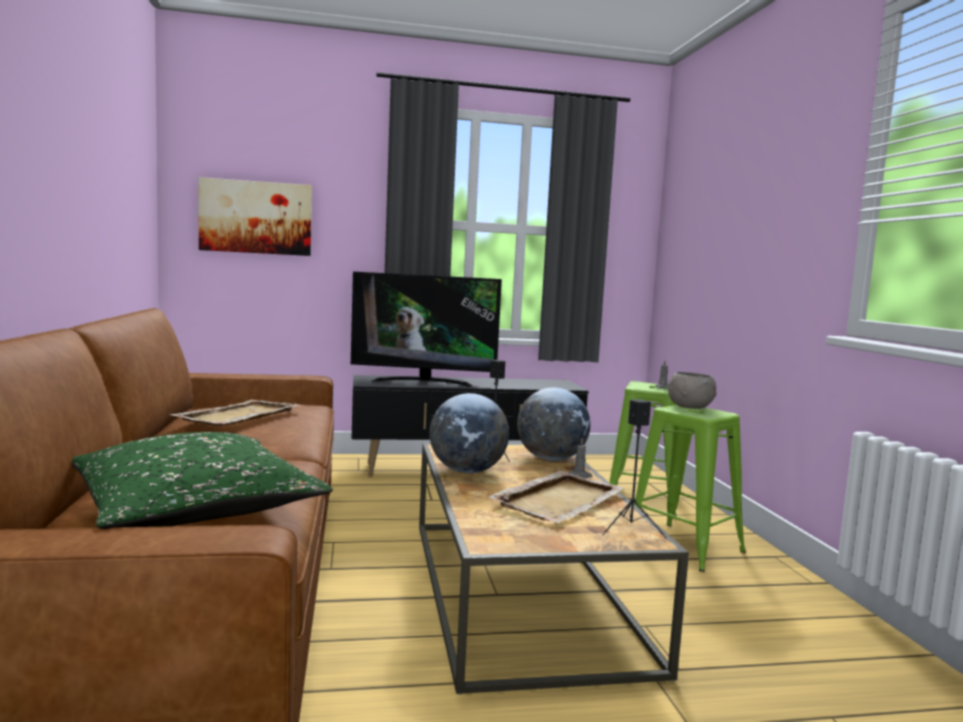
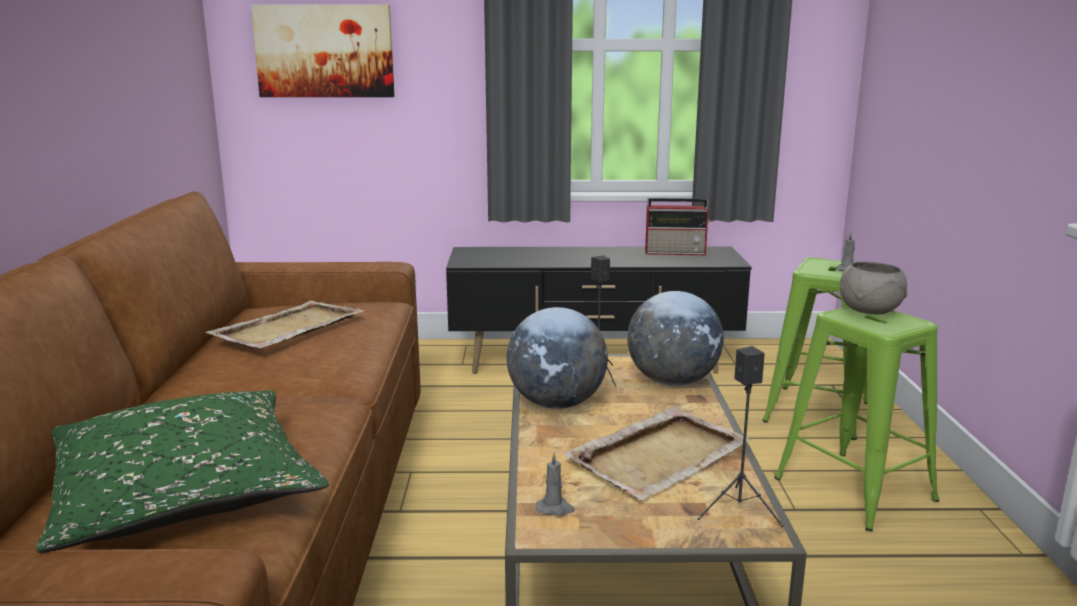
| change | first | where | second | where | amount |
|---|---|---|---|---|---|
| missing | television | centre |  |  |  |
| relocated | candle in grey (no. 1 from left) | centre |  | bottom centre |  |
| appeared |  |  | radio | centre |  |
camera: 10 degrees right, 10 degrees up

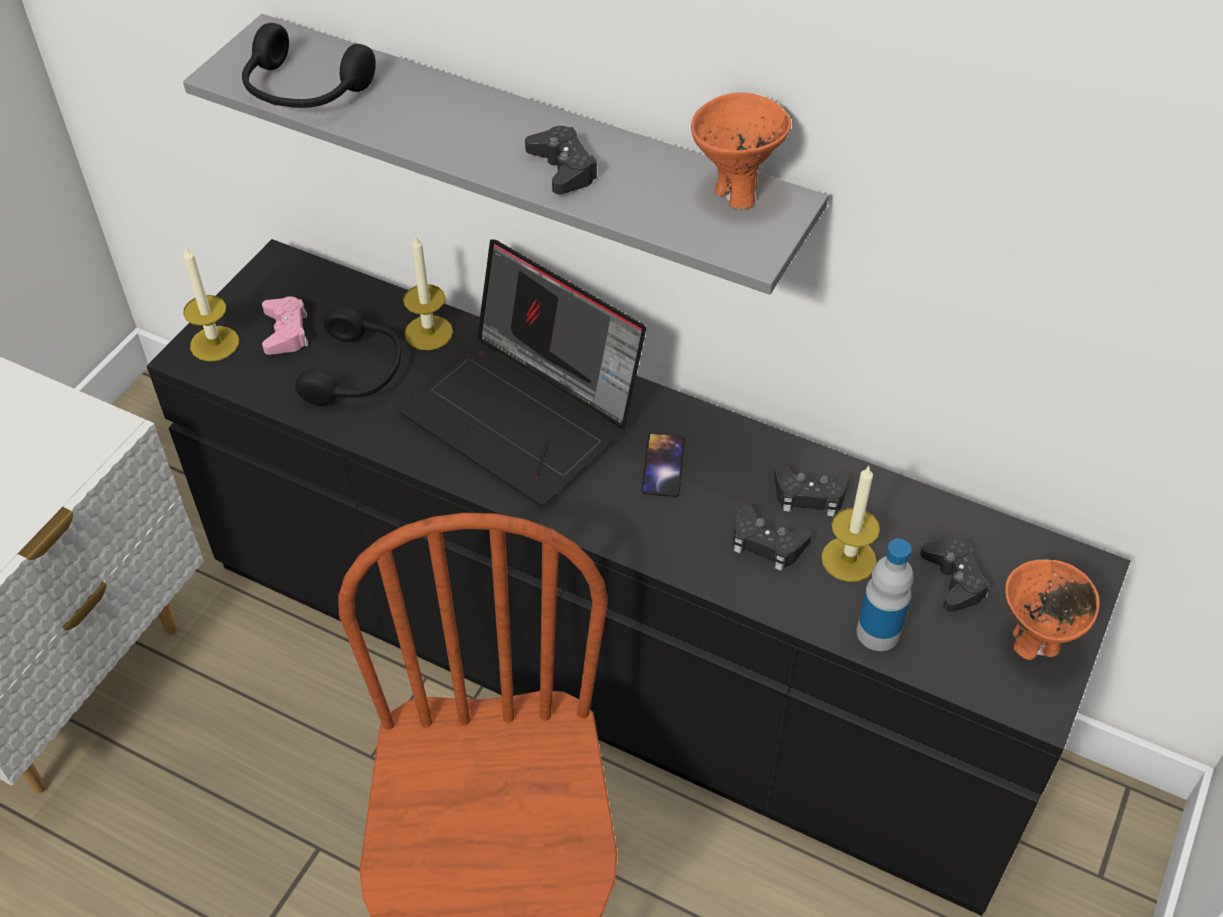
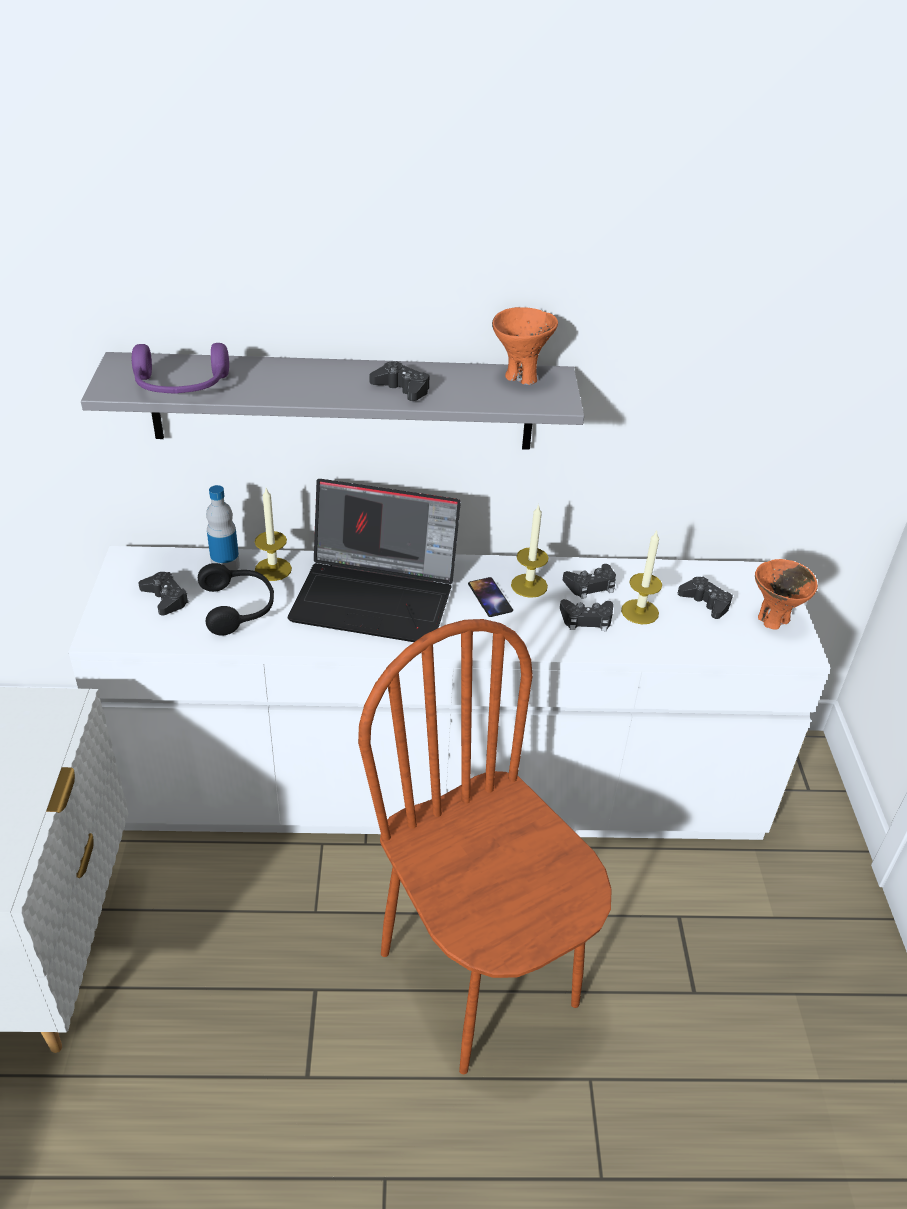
| change | first | where | second | where | amount |
|---|---|---|---|---|---|
| colour | dresser in black | centre | dresser in white | centre |  |
| relocated | candle (no. 1 from left in the first image) | top left | candle (no. 2 from left) | centre |  |
| colour | headphones in black (no. 1 from left) | top left | headphones in purple | top left |  |
| colour | game controller in pink | middle left | game controller in black (no. 1 from left) | middle left |  |
| relocated | bottle | middle right |  | middle left |  |
camera: 30 degrees left, 10 degrees down

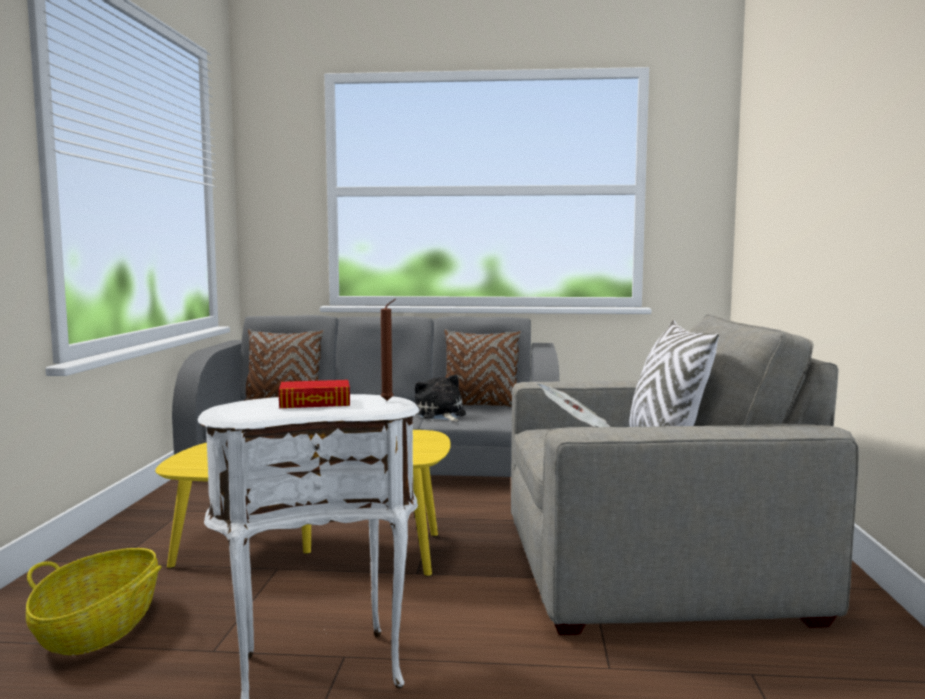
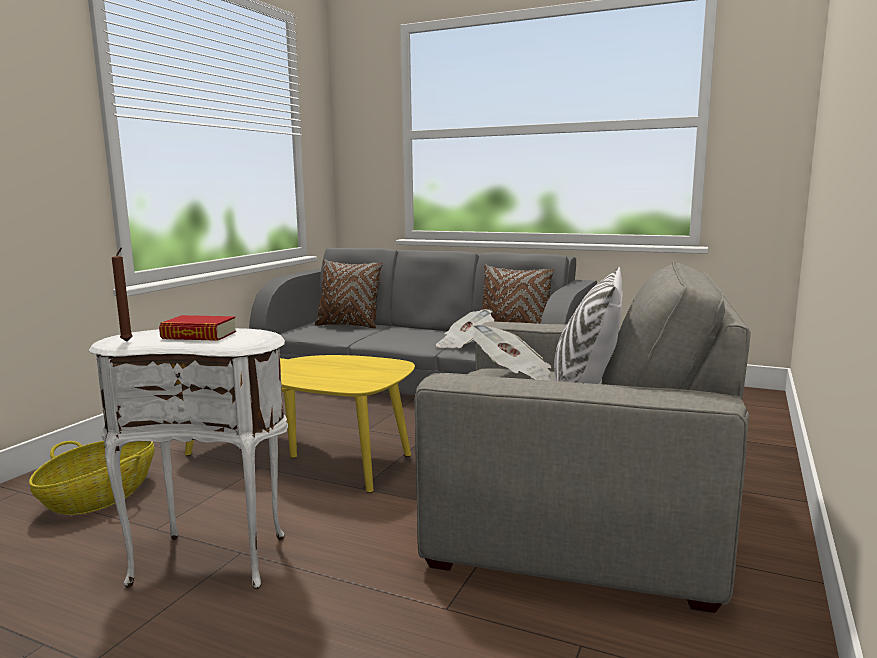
| change | first | where | second | where | amount |
|---|---|---|---|---|---|
| relocated | candle in brown | centre |  | middle left |  |
| exchanged | plush toy | centre | newspaper (no. 1 from left) | centre |  |
camera: 20 degrees right, 5 degrees up

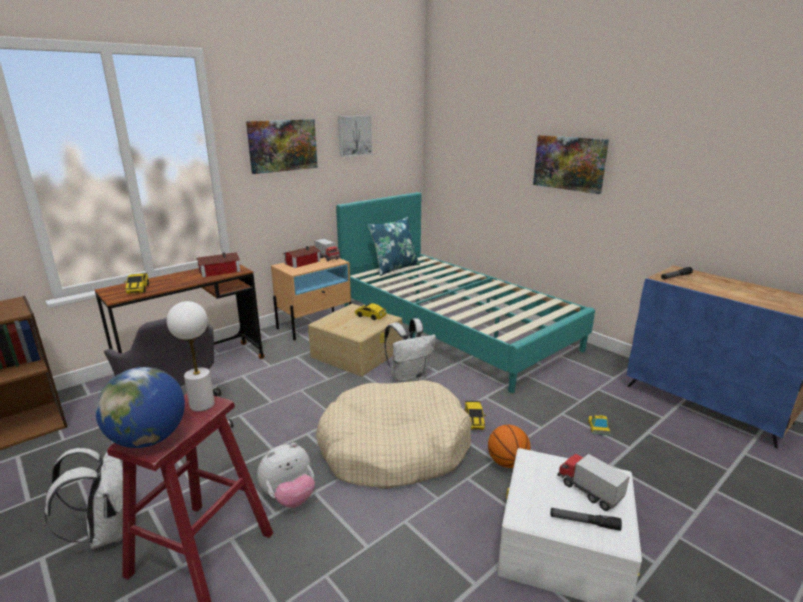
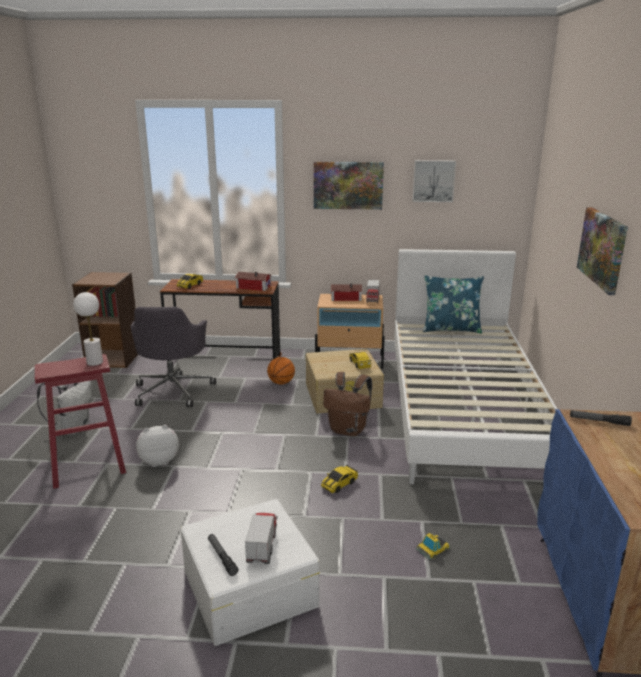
| change | first | where | second | where | amount |
|---|---|---|---|---|---|
| missing | globe | bottom left |  |  |  |
| spun | plush toy | bottom centre |  | middle left | 150 degrees clockwise |
| missing | dog bed in beige | bottom centre |  |  |  |
| colour | bed in turquoise | centre | bed in white | middle right |  |
| colour | backpack in white (no. 2 from left) | centre | backpack in brown | centre |  |
| relocated | basketball | bottom centre |  | centre |  |
camera: 45 degrees right, 0 degrees up

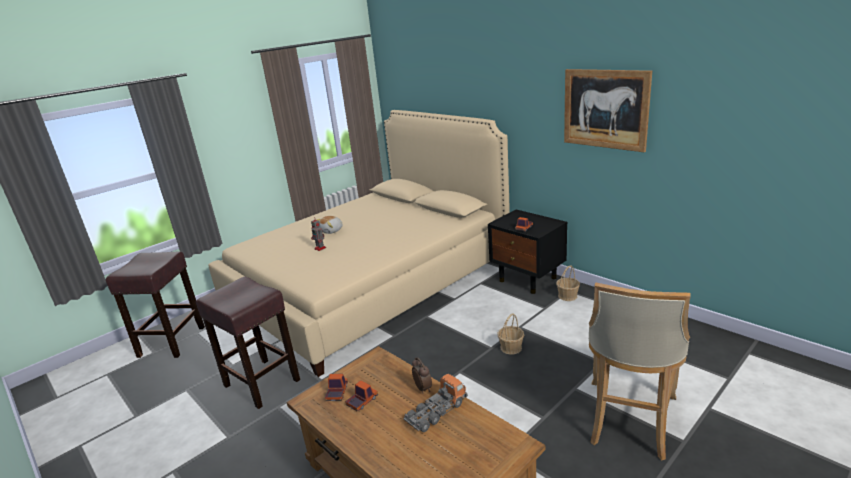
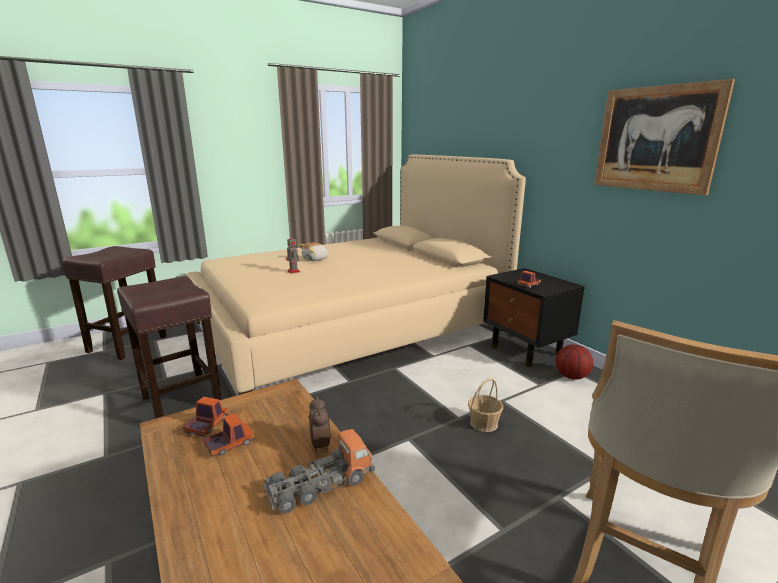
| change | first | where | second | where | amount |
|---|---|---|---|---|---|
| exchanged | basket (no. 2 from left) | middle right | basketball | middle right |  |
camera: 10 degrees right, 5 degrees down

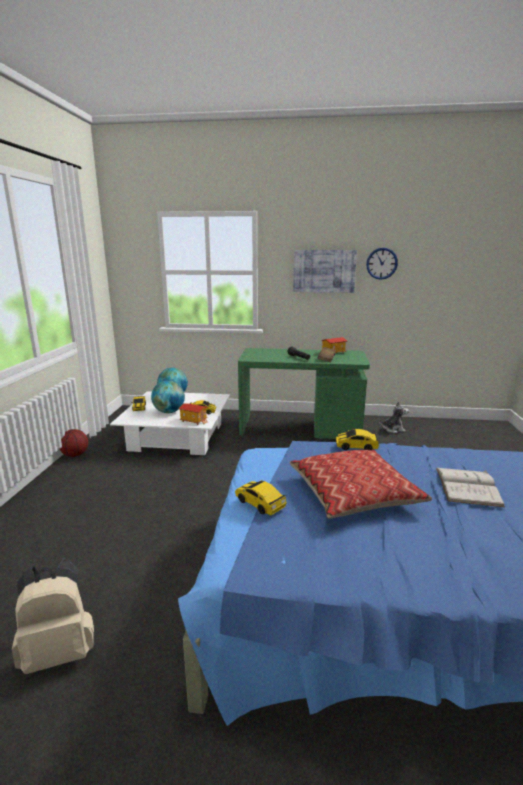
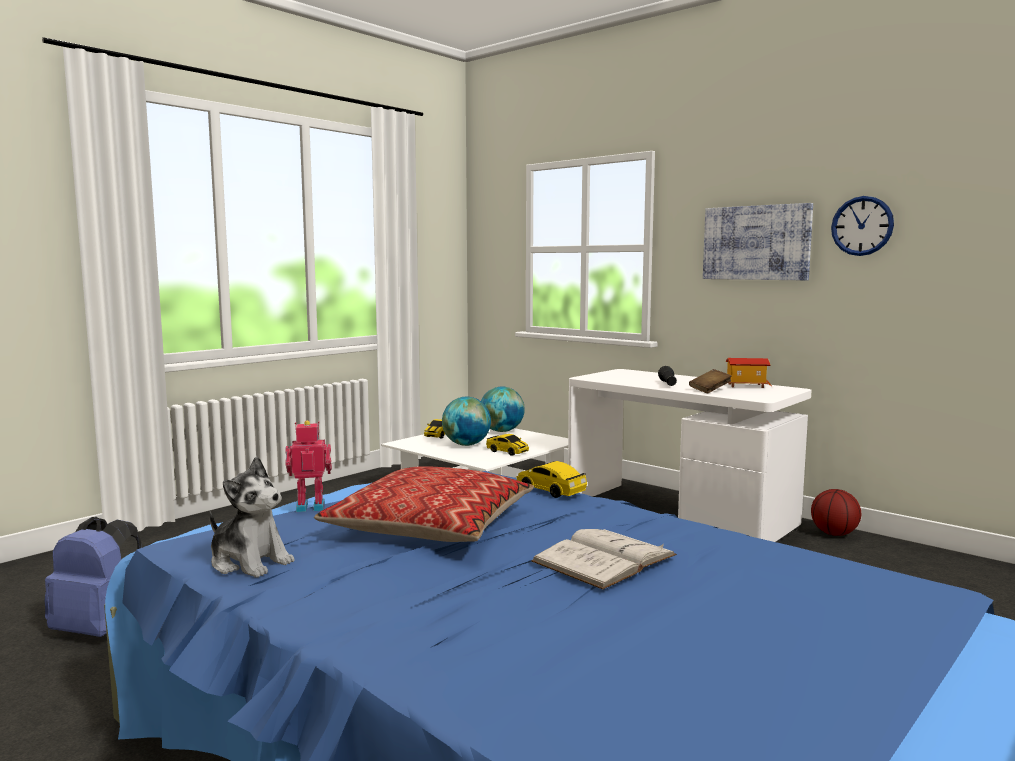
| change | first | where | second | where | amount |
|---|---|---|---|---|---|
| colour | backpack in beige | bottom left | backpack in blue | bottom left |  |
| relocated | basketball | middle left |  | bottom right |  |
| missing | toy house (no. 1 from left) | centre |  |  |  |
| exchanged | toy car (no. 3 from left) | centre | toy robot | middle left |  |
| colour | desk in green | centre | desk in white | middle right |  |
| relocated | plush toy | middle right |  | bottom left |  |
camera: 35 degrees right, 10 degrees down

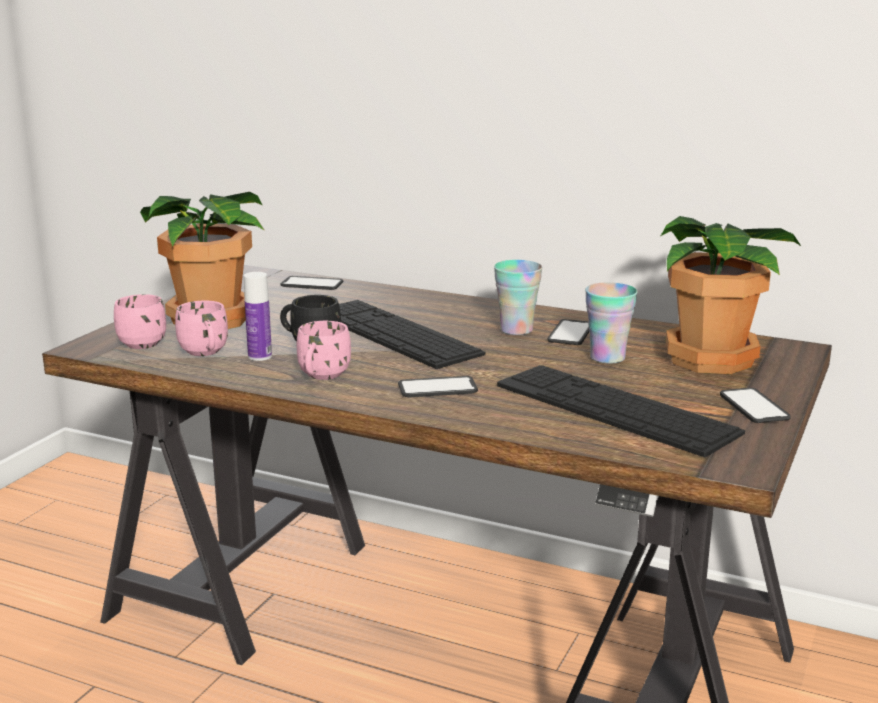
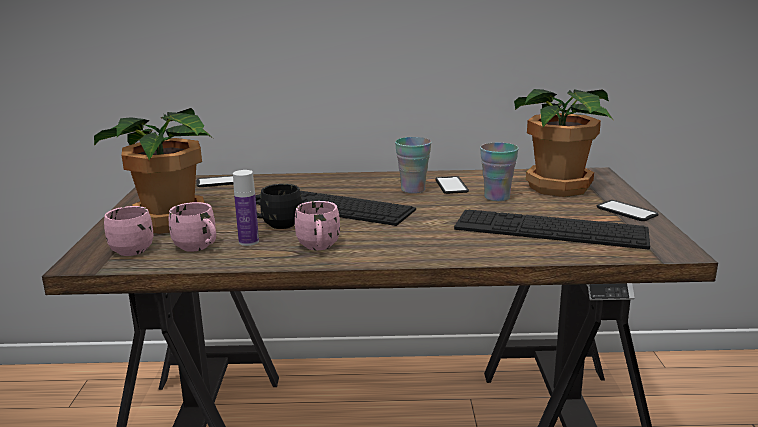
| change | first | where | second | where | amount |
|---|---|---|---|---|---|
| missing | phone (no. 2 from left) | centre |  |  |  |
camera: 25 degrees left, 0 degrees up

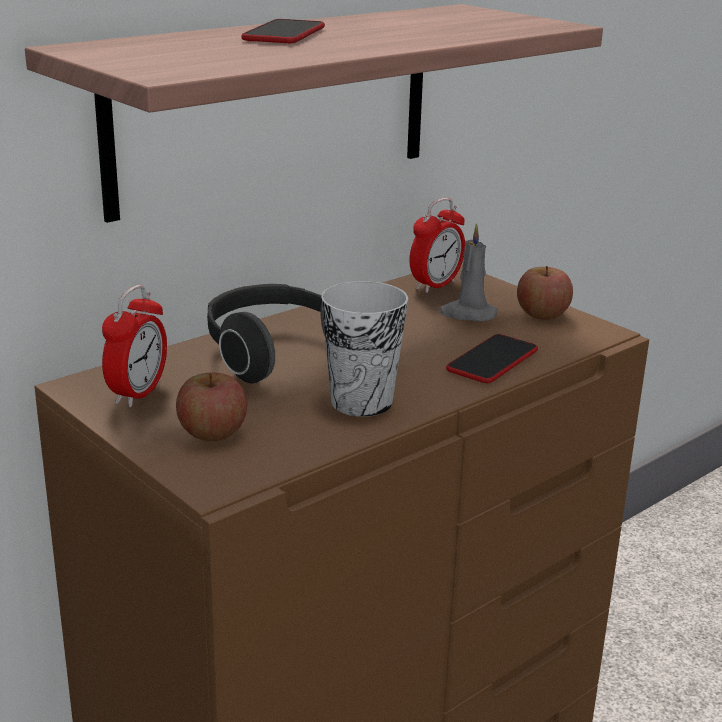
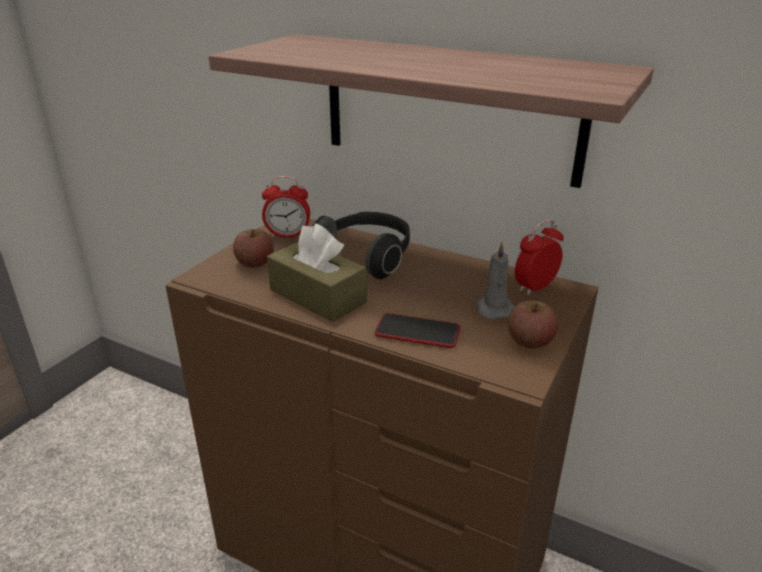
| change | first | where | second | where | amount |
|---|---|---|---|---|---|
| missing | phone (no. 1 from left) | top centre |  |  |  |
| exchanged | cup | centre | tissue box in brown | centre |  |
| spun | alarm clock (no. 2 from left) | centre |  | middle right | 120 degrees clockwise |
camera: 70 degrees right, 5 degrees up

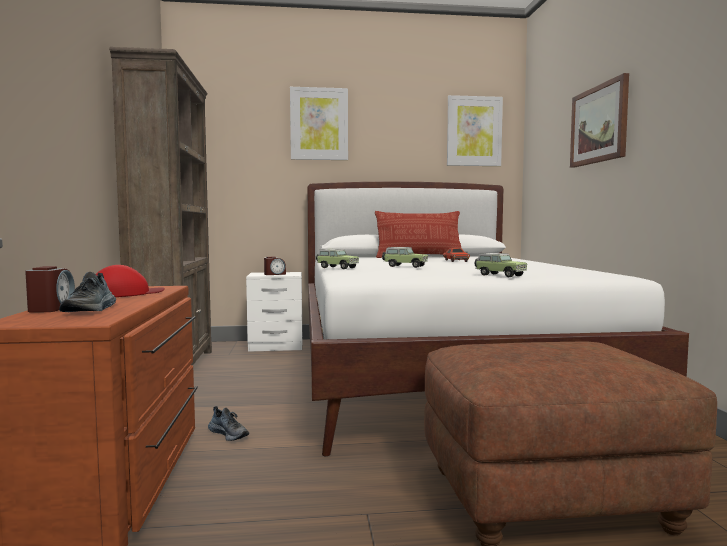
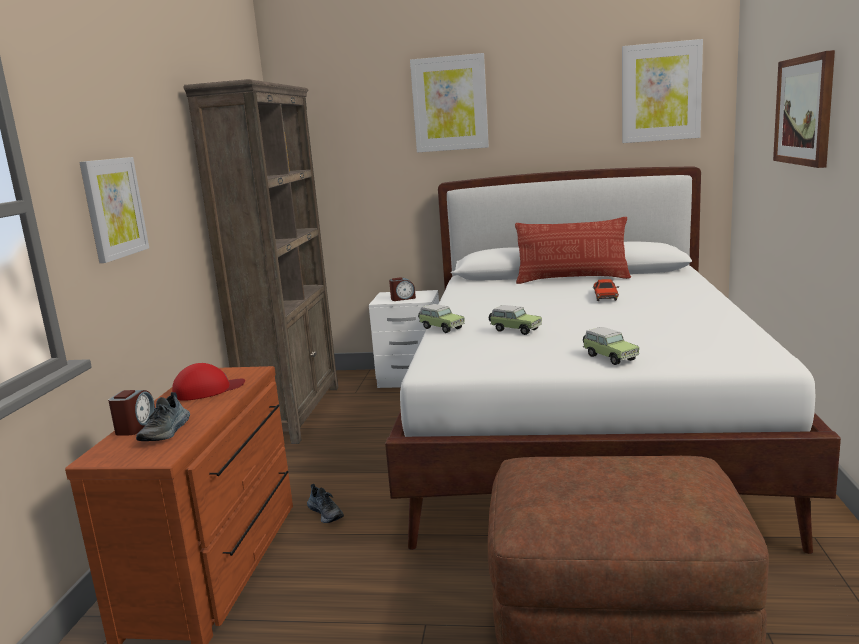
| change | first | where | second | where | amount |
|---|---|---|---|---|---|
| appeared |  |  | picture (no. 1 from left) | top left |  |
camera: 15 degrees right, 10 degrees up

